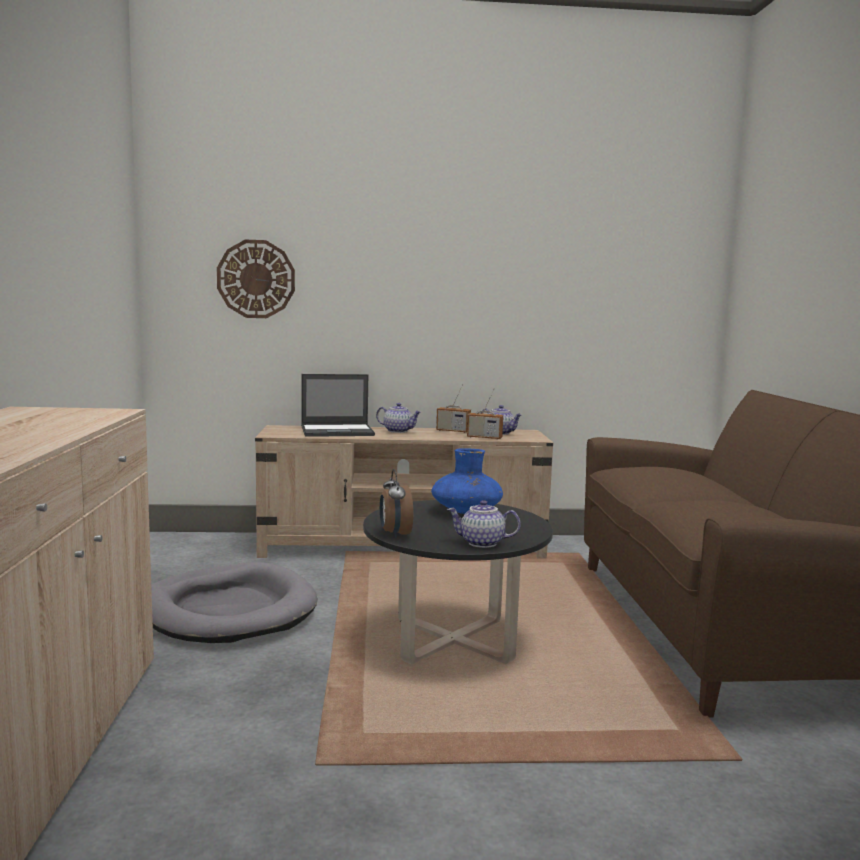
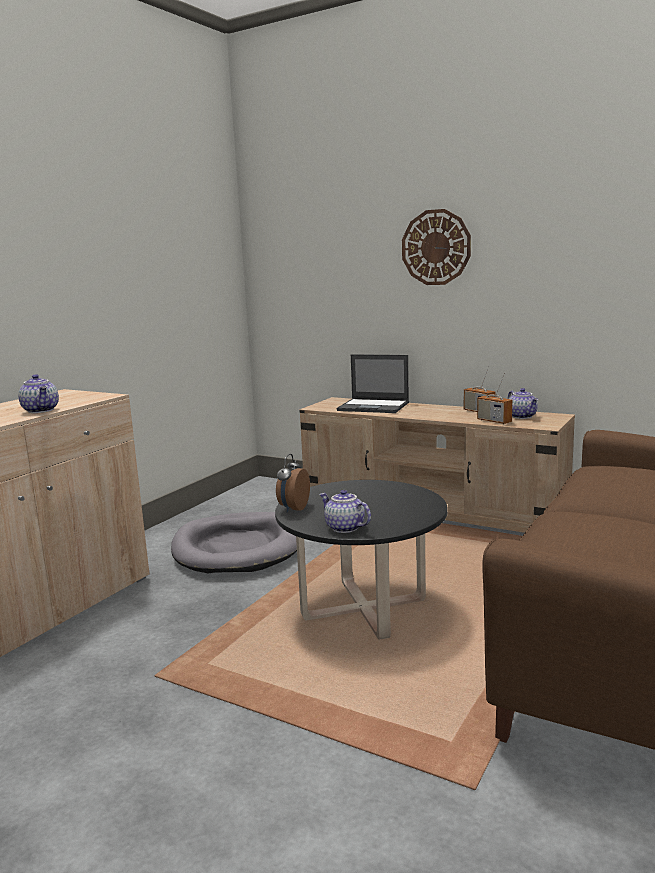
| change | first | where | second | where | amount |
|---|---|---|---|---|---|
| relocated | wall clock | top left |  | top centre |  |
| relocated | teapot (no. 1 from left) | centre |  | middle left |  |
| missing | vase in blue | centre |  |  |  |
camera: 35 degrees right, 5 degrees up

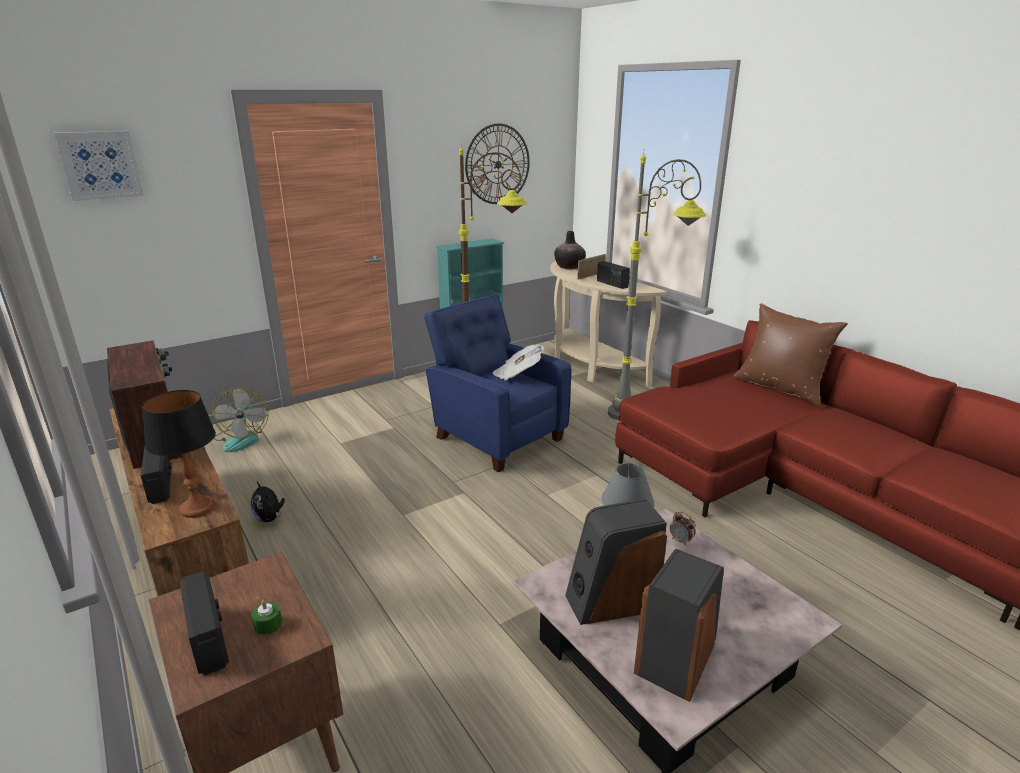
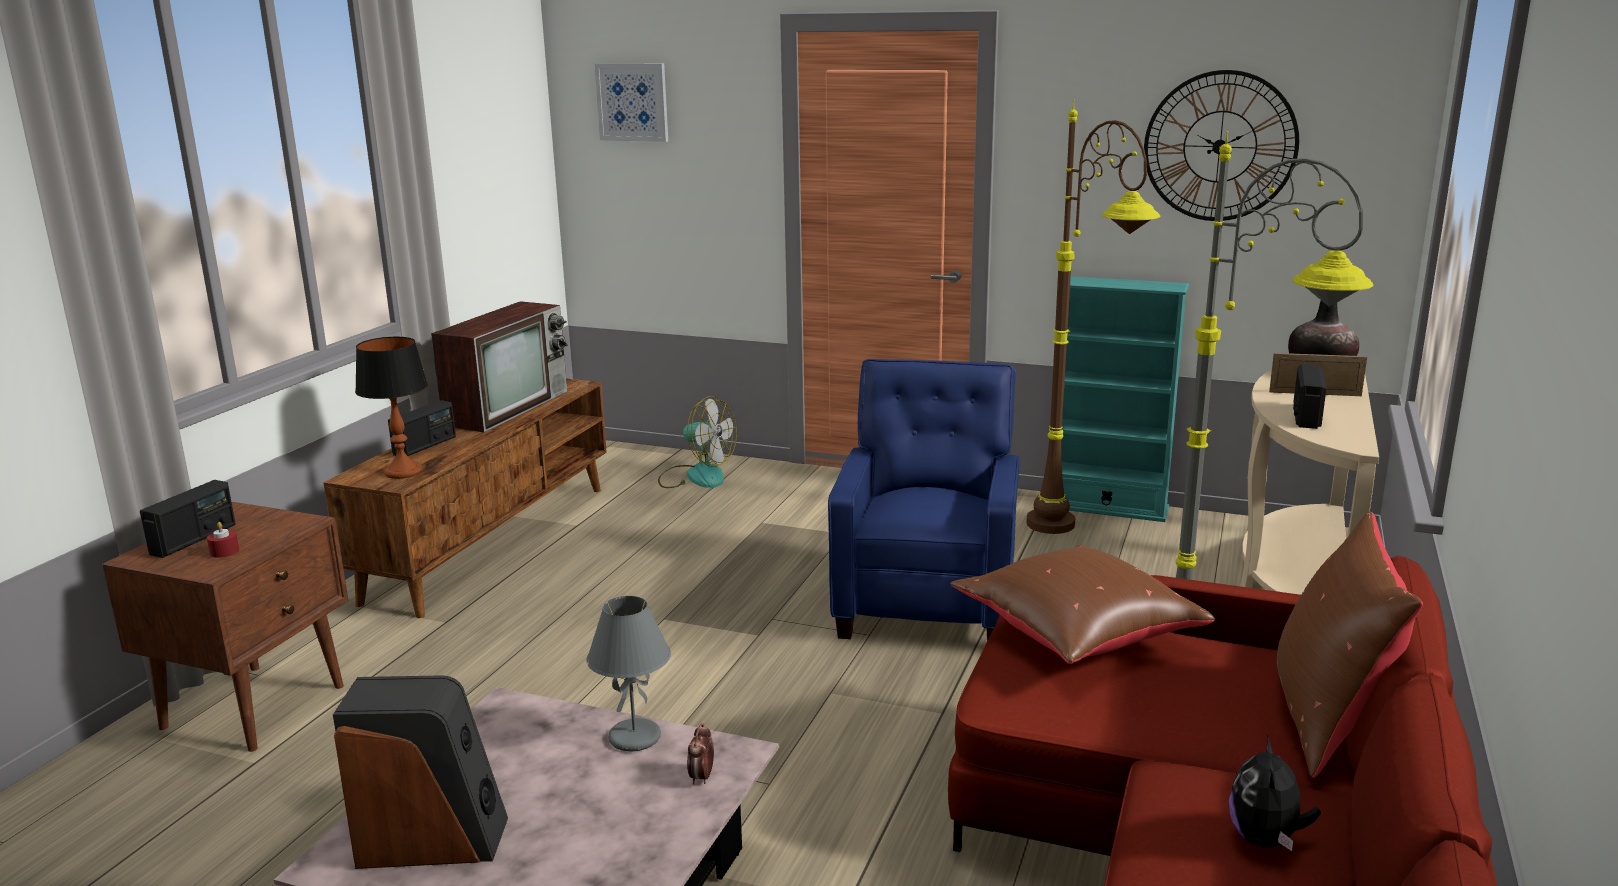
| change | first | where | second | where | amount |
|---|---|---|---|---|---|
| spun | fan | middle left |  | centre | 105 degrees counterclockwise |
| relocated | plush toy | middle left |  | bottom right |  |
| colour | candle in green | bottom left | candle in red | middle left |  |
| missing | newspaper | centre |  |  |  |
| missing | speaker (no. 1 from left) | bottom centre |  |  |  |
| appeared |  |  | pillow in brown (no. 1 from left) | bottom right |  |
camera: 55 degrees right, 5 degrees down

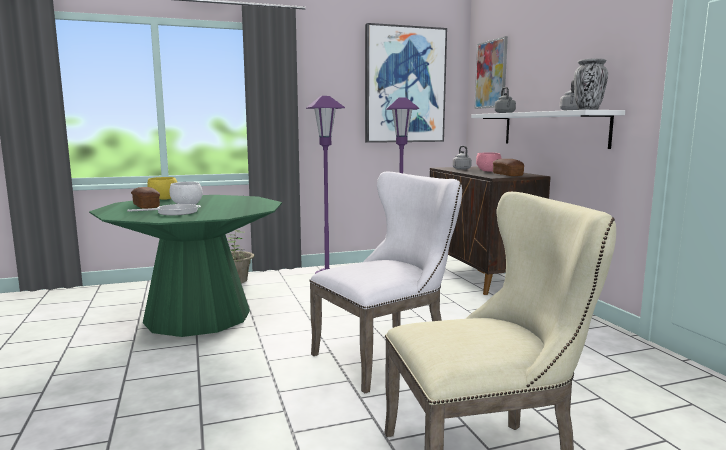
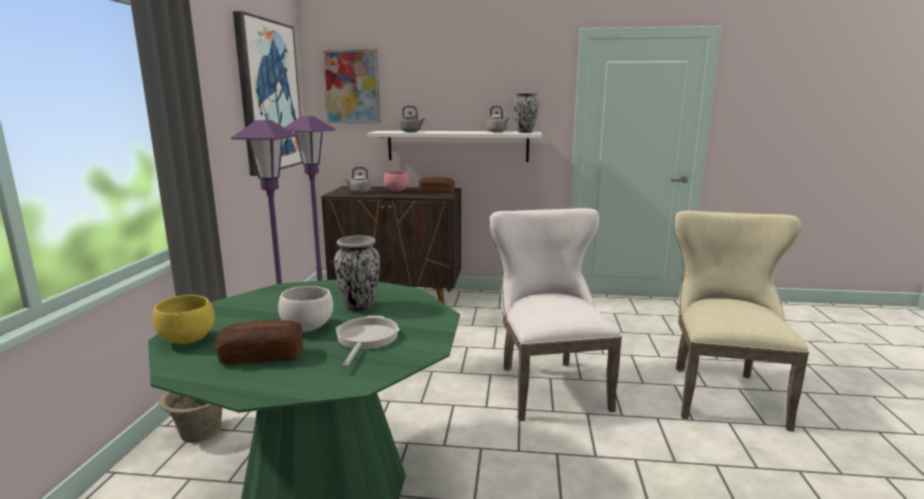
| change | first | where | second | where | amount |
|---|---|---|---|---|---|
| appeared |  |  | vase (no. 1 from left) | centre |  |
camera: 65 degrees left, 5 degrees up

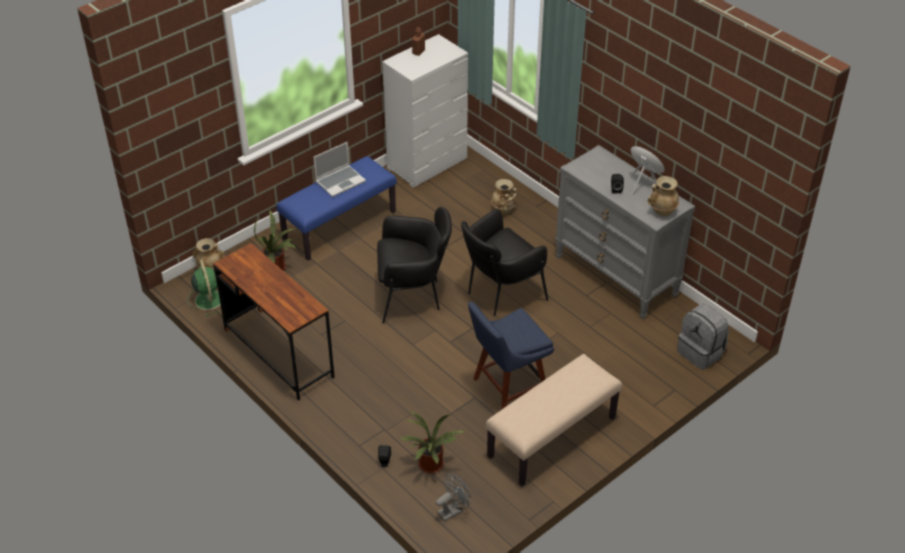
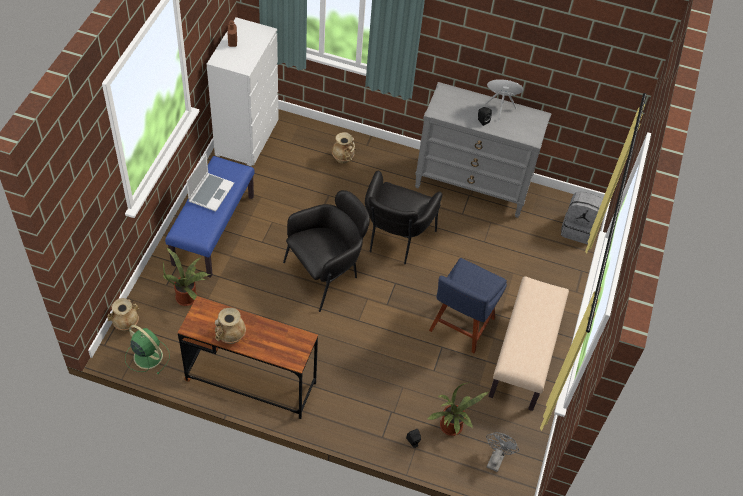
| change | first | where | second | where | amount |
|---|---|---|---|---|---|
| relocated | vase in beige (no. 3 from left in the first image) | middle right | vase in beige (no. 2 from left) | middle left |  |
camera: 35 degrees left, 10 degrees up

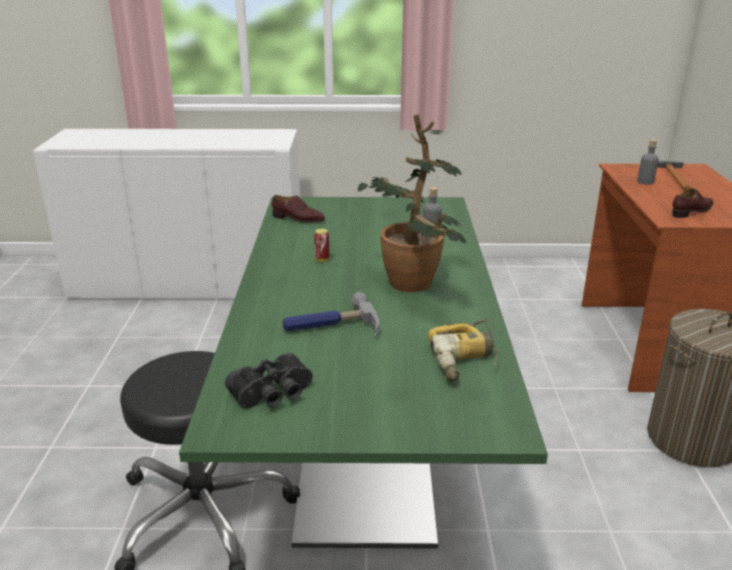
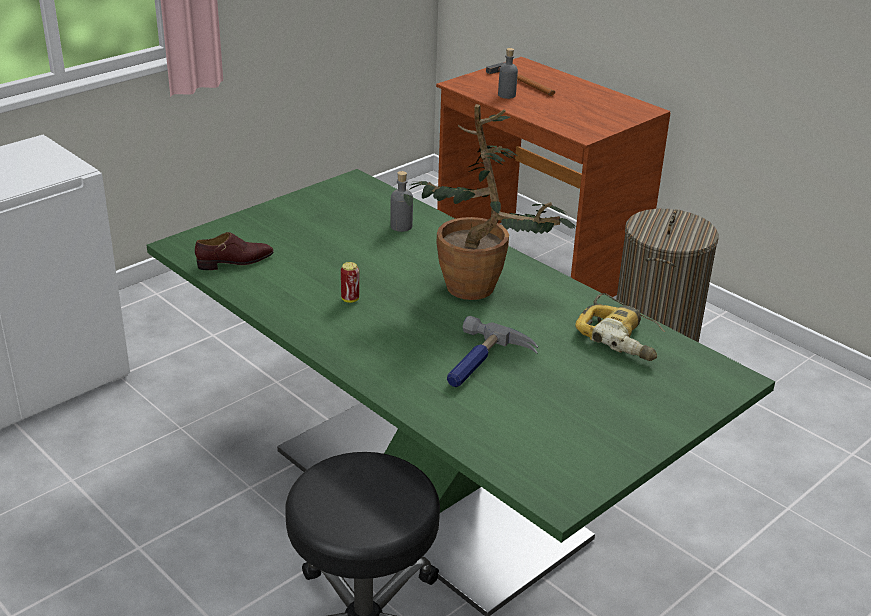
| change | first | where | second | where | amount |
|---|---|---|---|---|---|
| missing | binoculars in black | bottom centre |  |  |  |
| missing | shoe in brown (no. 2 from left) | middle right |  |  |  |
camera: 45 degrees left, 5 degrees up

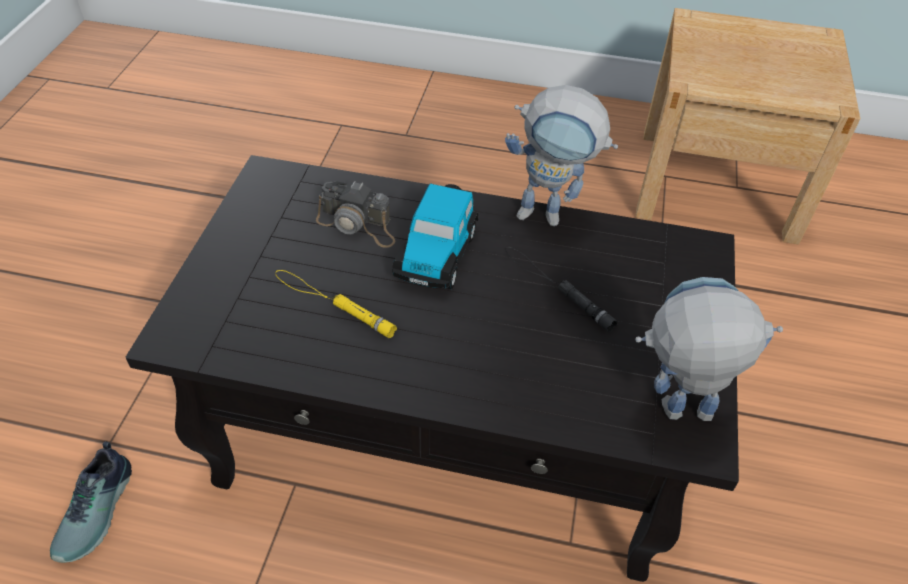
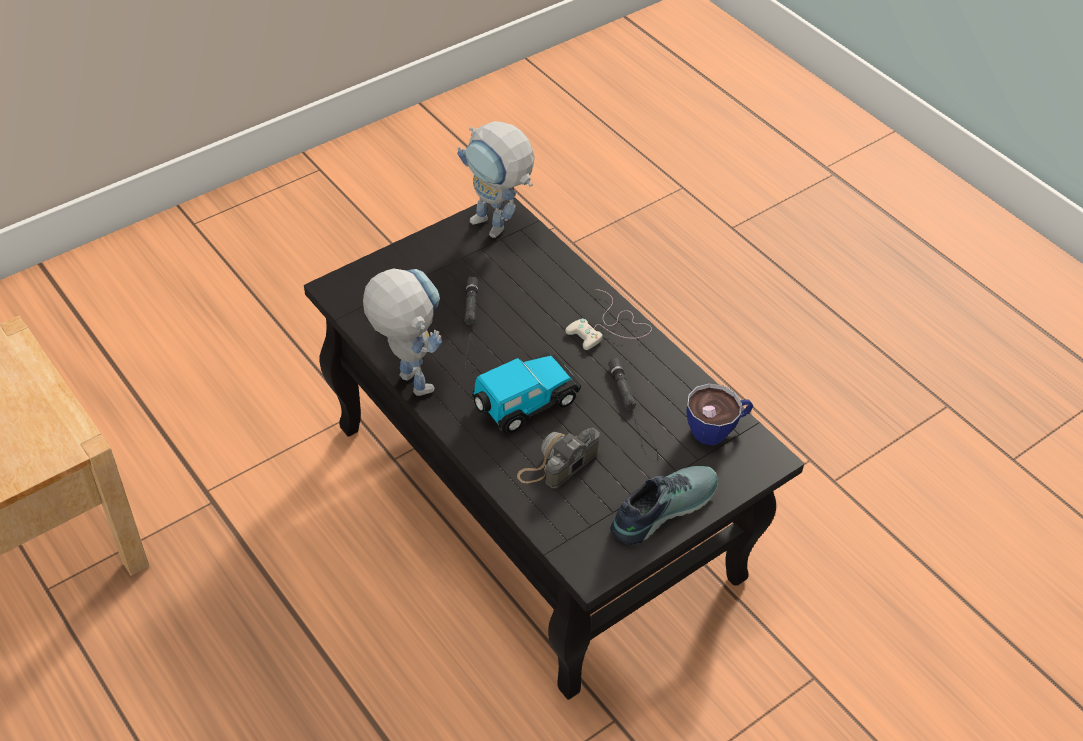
| change | first | where | second | where | amount |
|---|---|---|---|---|---|
| relocated | shoe | bottom left |  | bottom centre |  |
| colour | flashlight in yellow | centre | flashlight in black (no. 2 from left) | centre |  |
| spun | photo camera | centre |  | centre | 105 degrees counterclockwise |
| appeared |  |  | game controller in white | centre |  |
| appeared |  |  | cup | centre |  |
camera: 140 degrees left, 0 degrees up

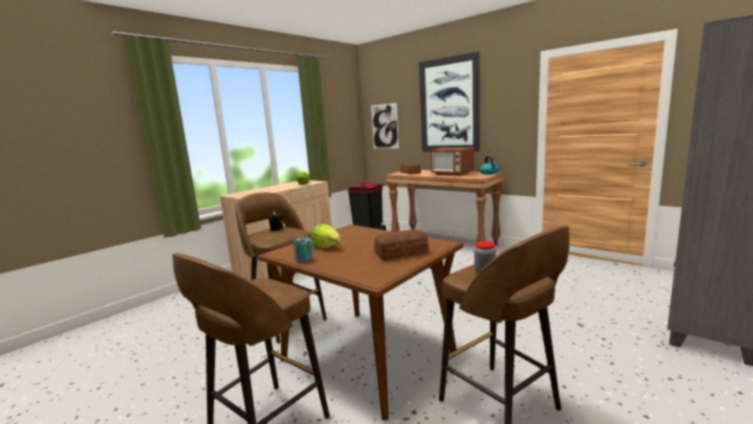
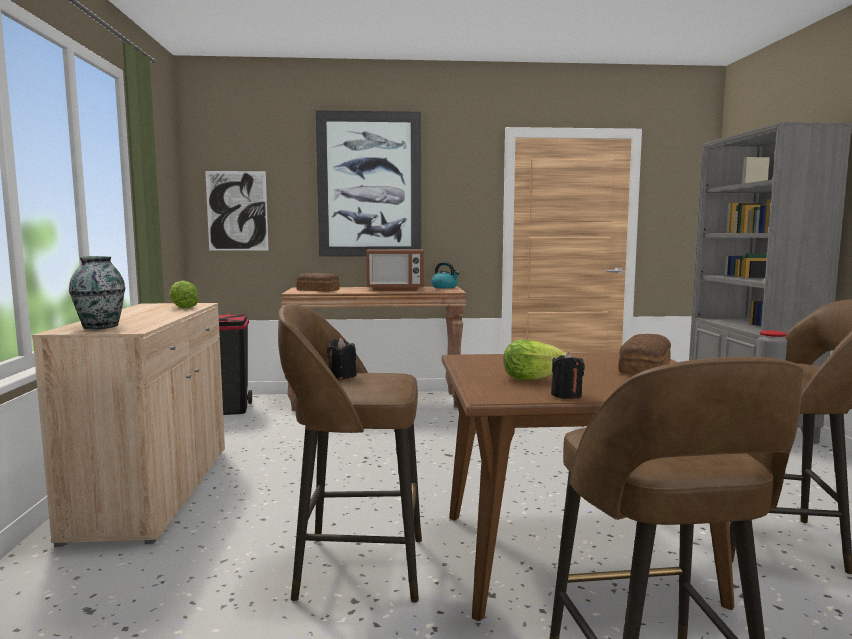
| change | first | where | second | where | amount |
|---|---|---|---|---|---|
| colour | candle in turquoise | centre | candle in black (no. 2 from left) | middle right |  |
| appeared |  |  | vase | middle left |  |
camera: 45 degrees left, 5 degrees down

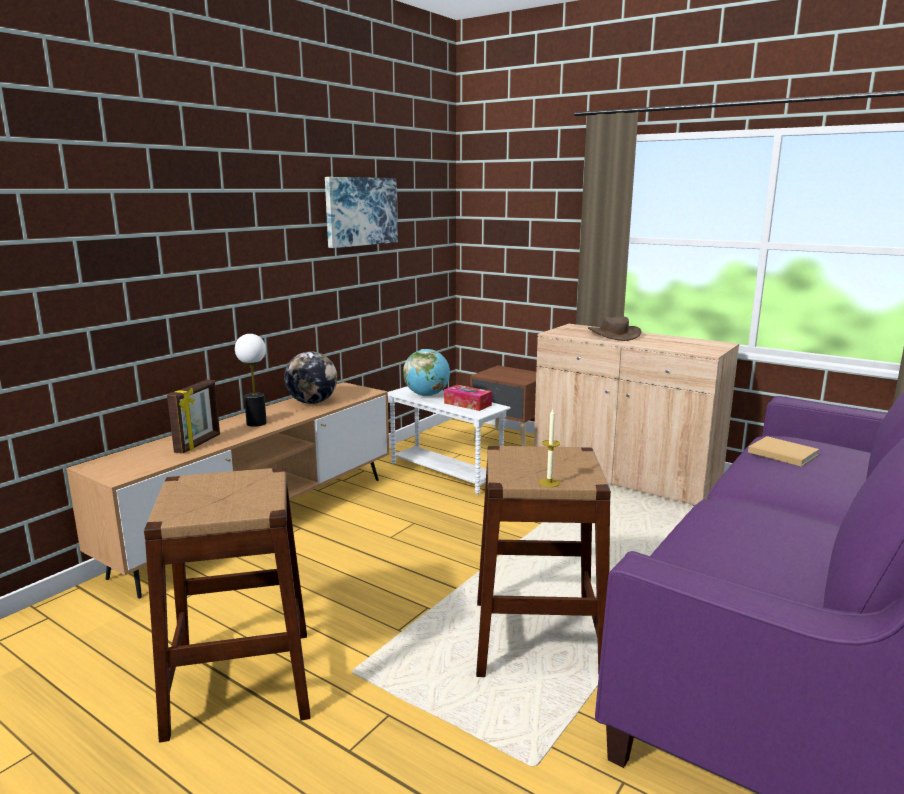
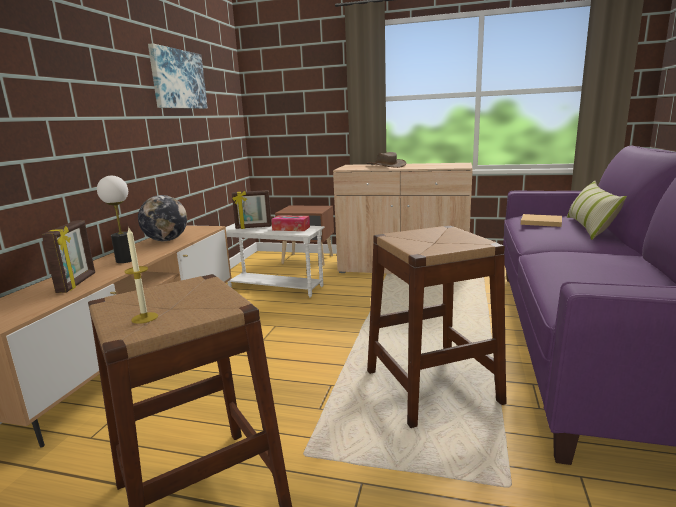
| change | first | where | second | where | amount |
|---|---|---|---|---|---|
| exchanged | globe (no. 2 from left) | centre | picture frame (no. 2 from left) | centre |  |
| relocated | candle | centre |  | middle left |  |
| appeared |  |  | pillow | middle right |  |
camera: 20 degrees left, 0 degrees up

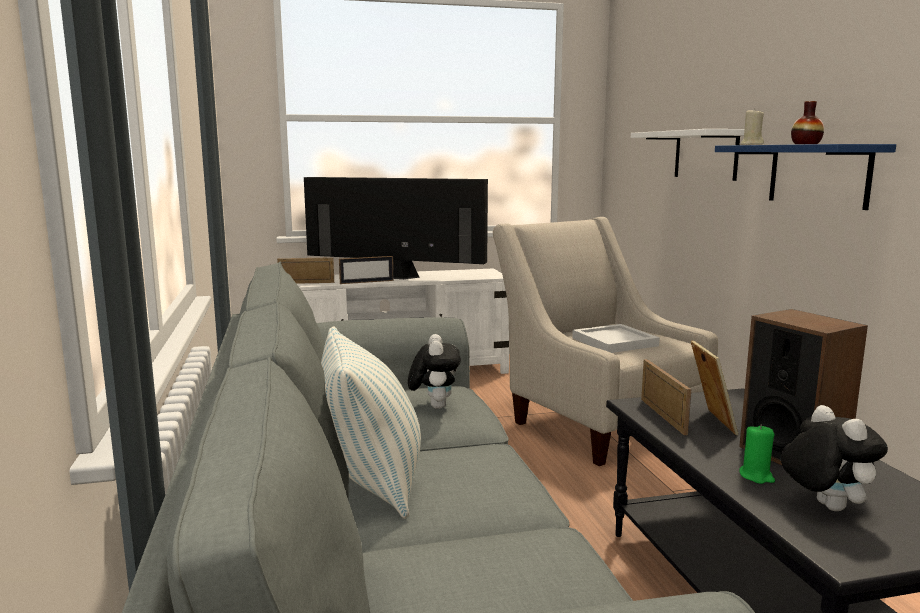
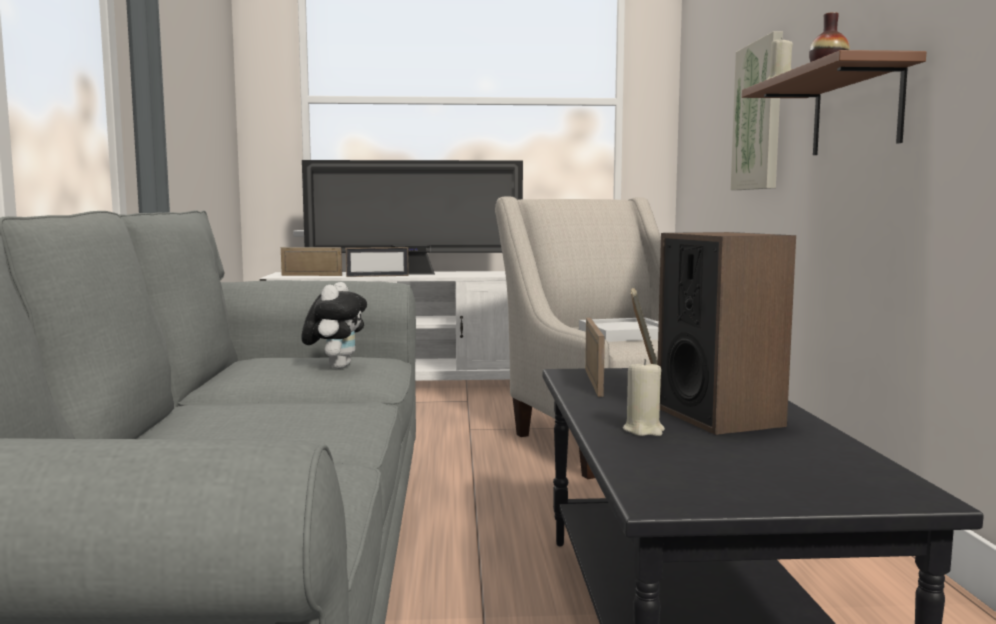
| change | first | where | second | where | amount |
|---|---|---|---|---|---|
| spun | television | centre |  | centre | 150 degrees clockwise |
| missing | pillow | bottom centre |  |  |  |
| exchanged | shelf in white | top right | picture | top right |  |
| colour | shelf in blue | top right | shelf in brown | top right |  |
| colour | candle in green | bottom right | candle in beige (no. 1 from left) | centre |  |
| missing | plush toy (no. 2 from left) | bottom right |  |  |  |
camera: 10 degrees right, 5 degrees down

